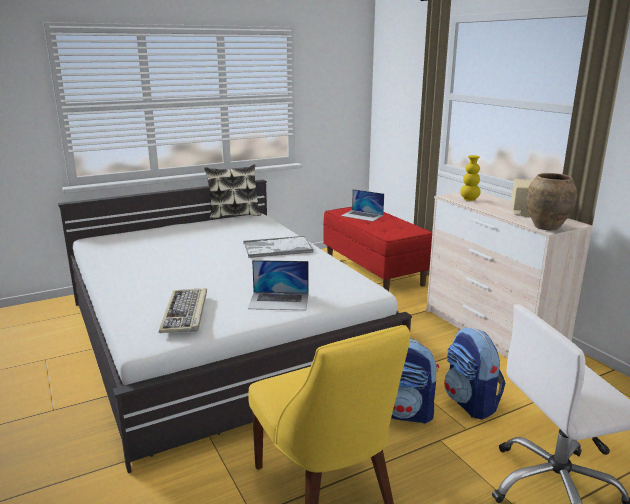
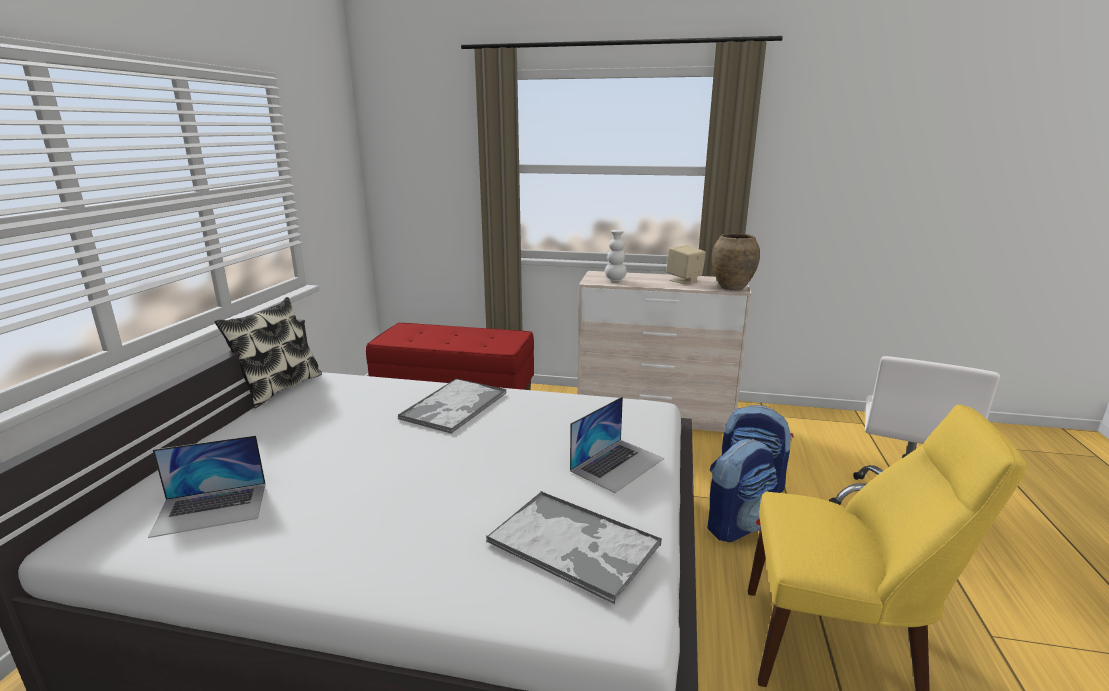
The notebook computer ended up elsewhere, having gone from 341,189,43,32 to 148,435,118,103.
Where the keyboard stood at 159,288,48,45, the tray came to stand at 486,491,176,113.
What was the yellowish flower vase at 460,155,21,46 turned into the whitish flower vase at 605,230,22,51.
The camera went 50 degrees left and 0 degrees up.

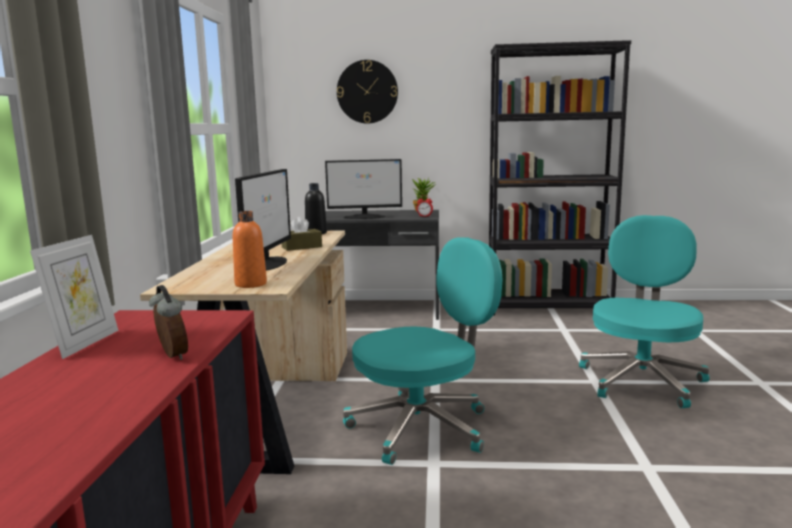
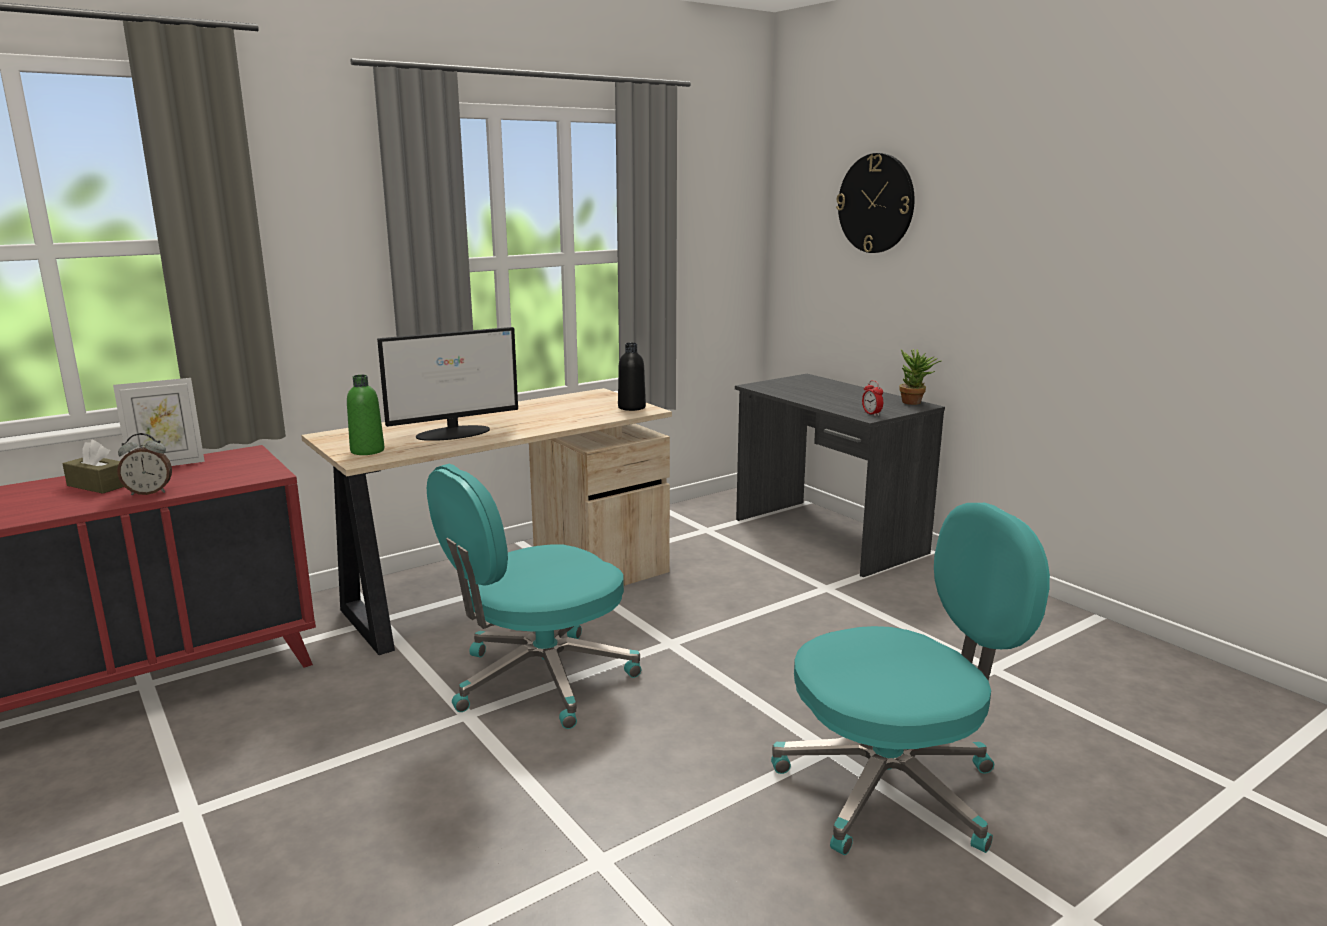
The second view lost the monitor at 325,159,77,60.
The second view lost the black-coloured bookcase at 489,40,142,275.
The brownish tissue box ended up elsewhere, having gone from 281,216,41,35 to 63,440,61,54.
What was the orange bottle at 233,211,34,77 turned into the green-coloured bottle at 347,375,37,80.
The alarm clock at 149,285,39,75 ended up facing another way, 60 degrees clockwise from before.
The turquoise office chair at 343,237,160,228 ended up facing another way, 120 degrees clockwise from before.
The camera went 50 degrees right and 5 degrees up.

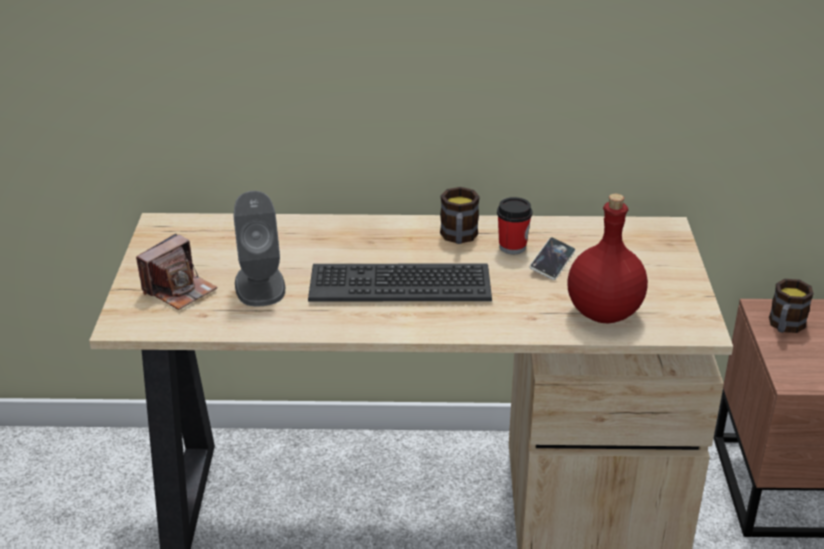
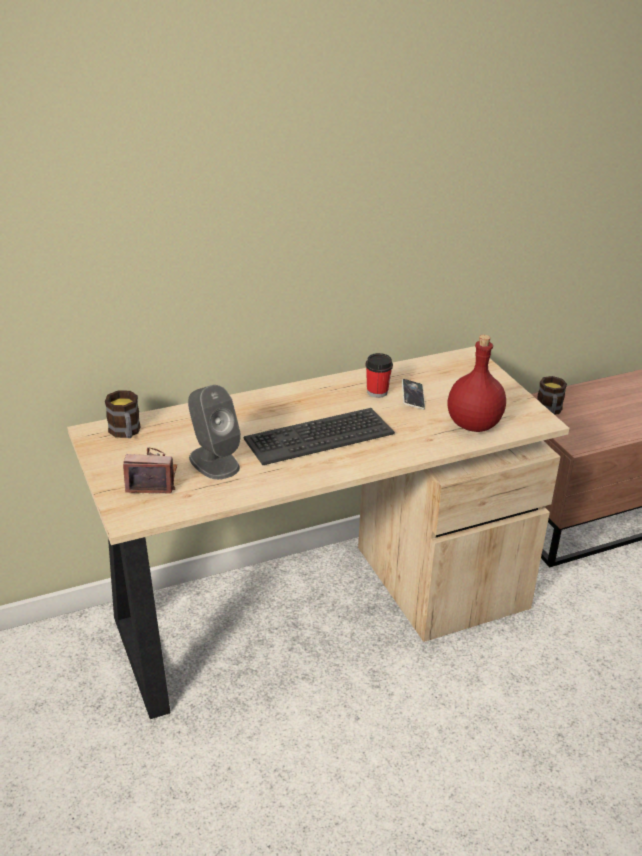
The coffee mug ended up elsewhere, having gone from 440,187,40,57 to 105,390,36,48.
The photo camera at 136,234,81,76 ended up facing another way, 105 degrees counterclockwise from before.
The camera went 25 degrees left and 0 degrees up.

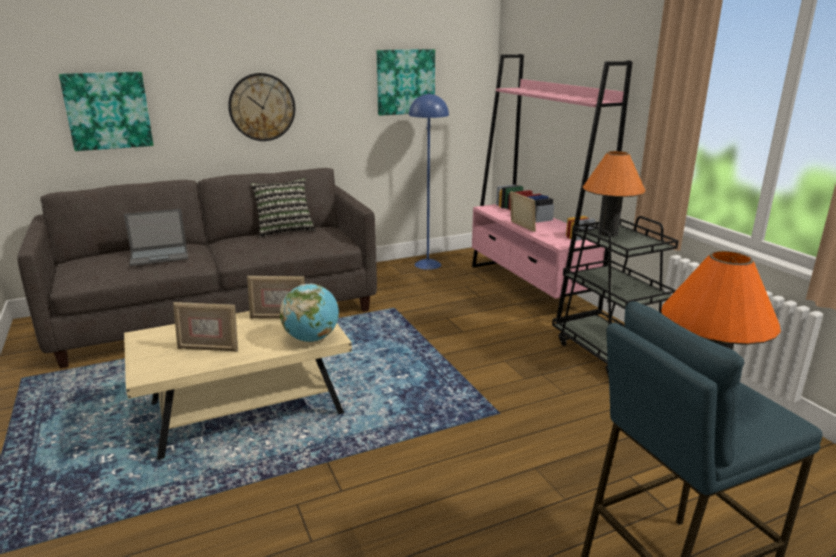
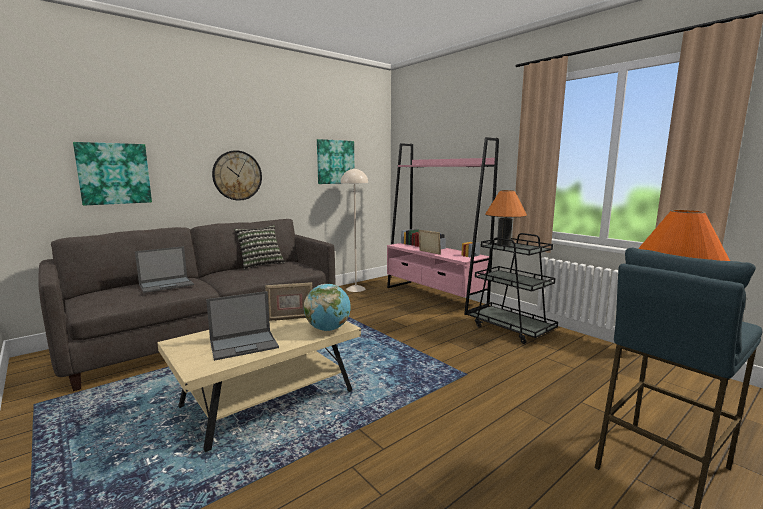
Where the picture frame stood at 173,302,65,50, the notebook computer came to stand at 206,291,73,70.
What was the bluish standing lamp at 409,93,40,177 turned into the beige standing lamp at 341,168,27,124.
The camera went 15 degrees left and 10 degrees down.

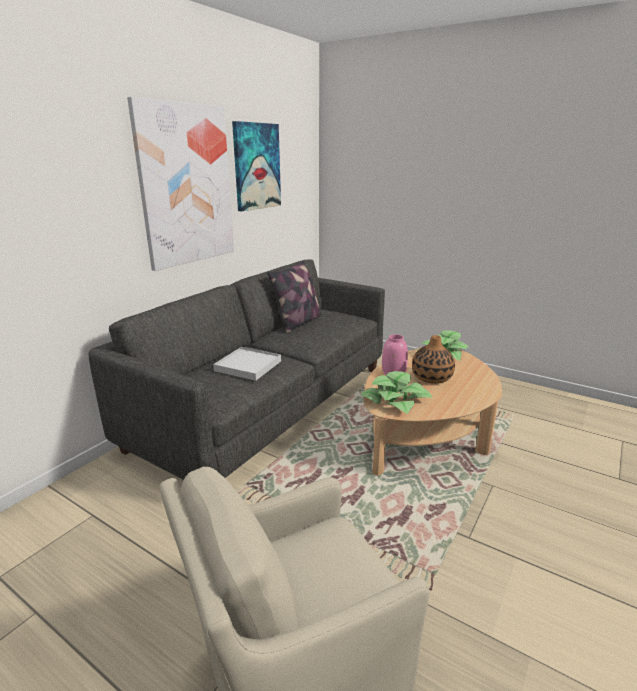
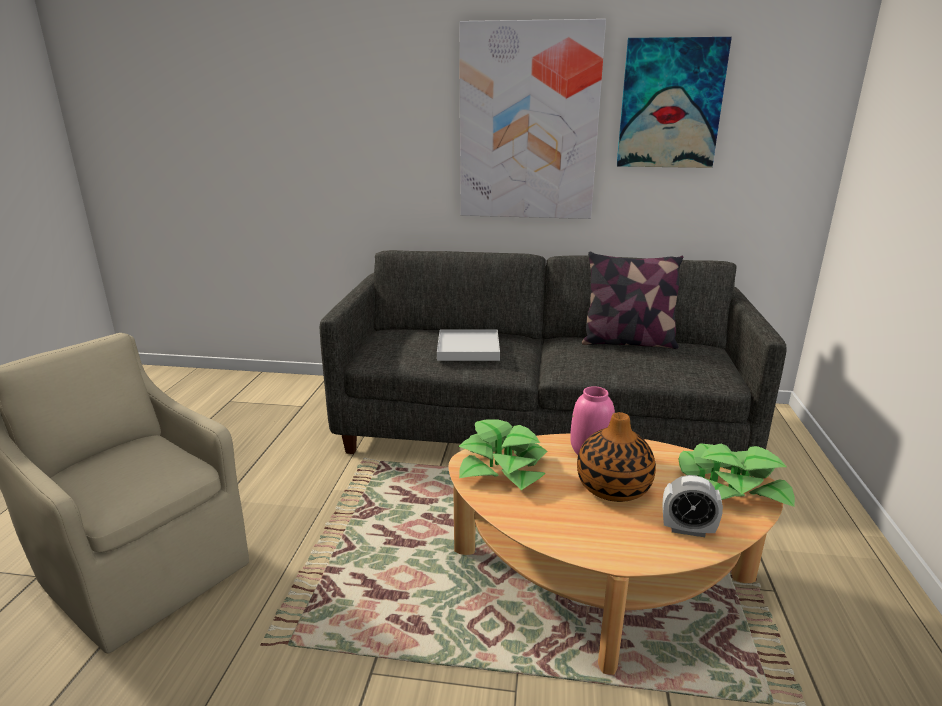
The second view gained the alarm clock at 663,475,60,62.
The camera went 65 degrees right and 0 degrees up.

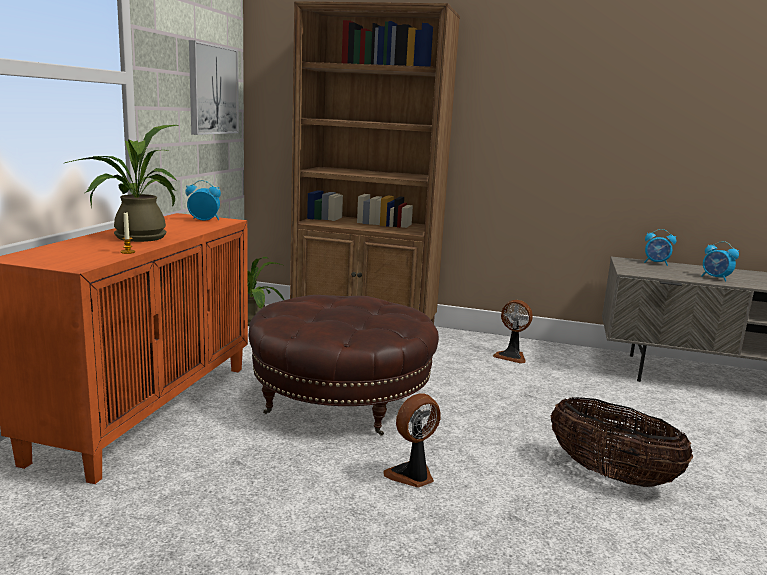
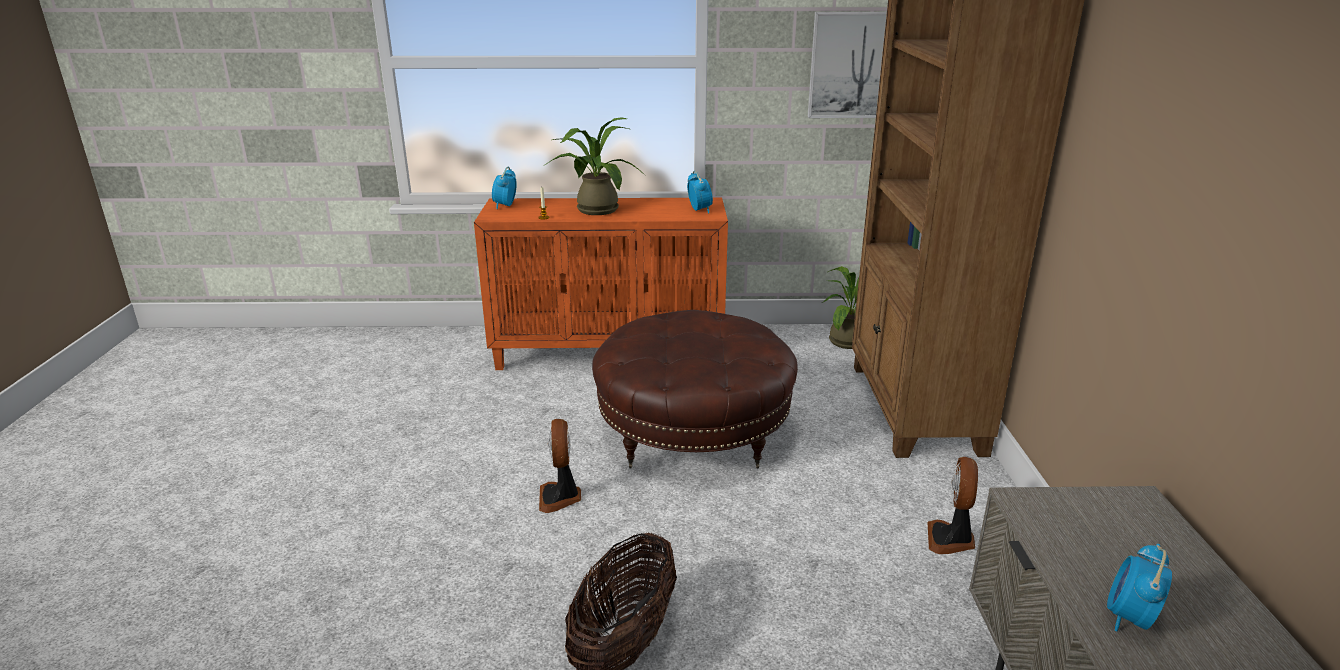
The alarm clock ended up elsewhere, having gone from 644,229,32,37 to 492,167,25,42.
The cooling fan at 383,393,58,94 ended up facing another way, 135 degrees counterclockwise from before.
The camera went 75 degrees right and 10 degrees up.

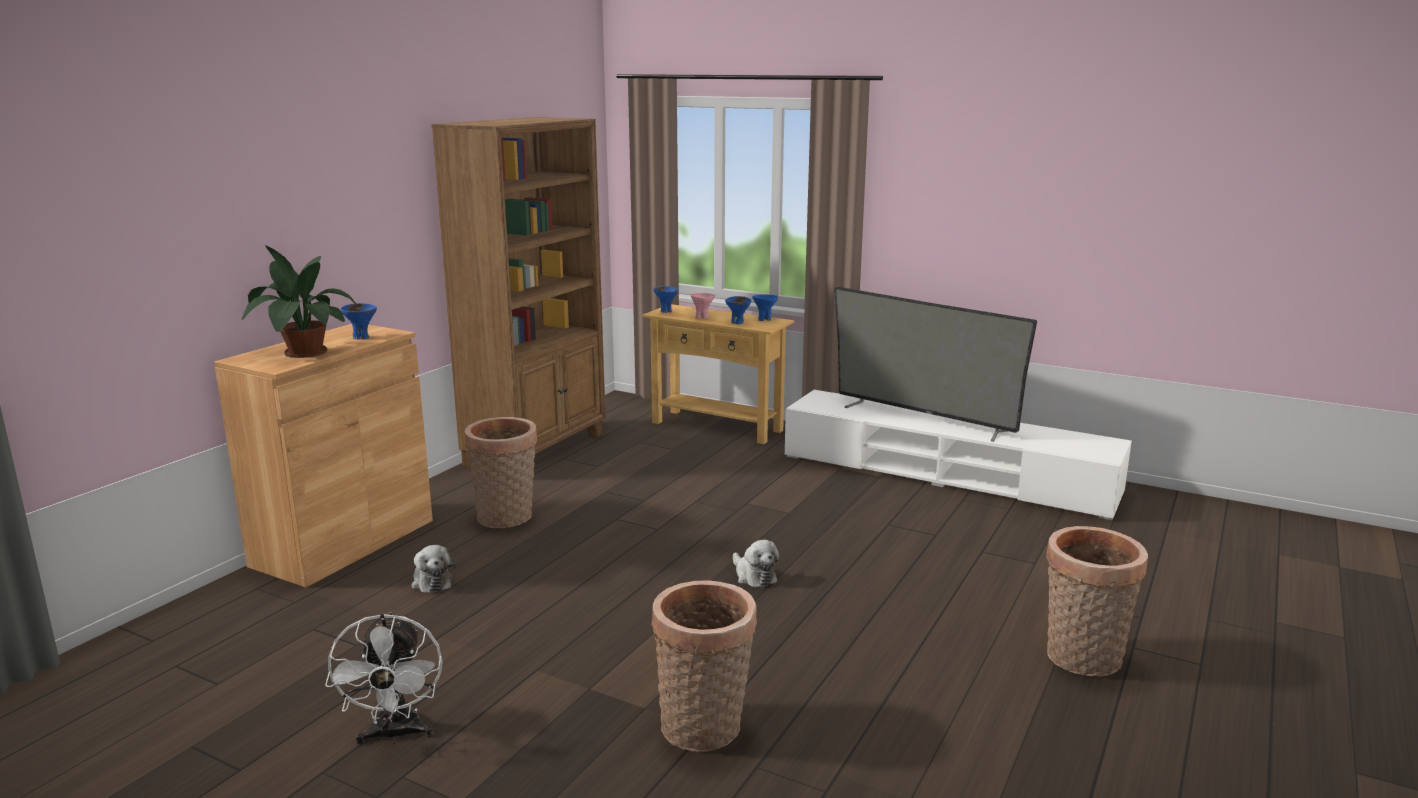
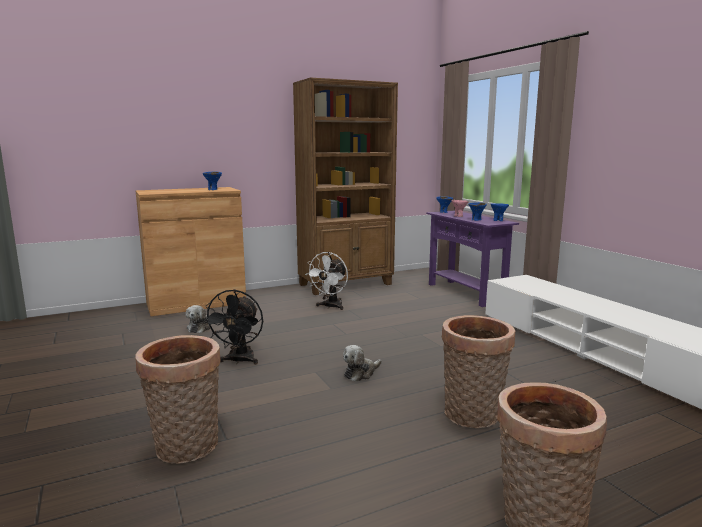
The second view lost the potted plant at 242,245,117,113.
The second view lost the TV set at 834,287,203,155.
The second view gained the black-coloured cooling fan at 202,289,61,75.
The whitish cooling fan ended up elsewhere, having gone from 325,612,118,133 to 305,252,43,58.
The storage basket ended up elsewhere, having gone from 465,417,72,111 to 442,315,73,113.
What was the beige narrow table at 642,304,152,140 turned into the purple narrow table at 426,210,93,97.
The soft toy at 733,540,46,48 ended up facing another way, 45 degrees clockwise from before.
The camera went 35 degrees right and 5 degrees down.

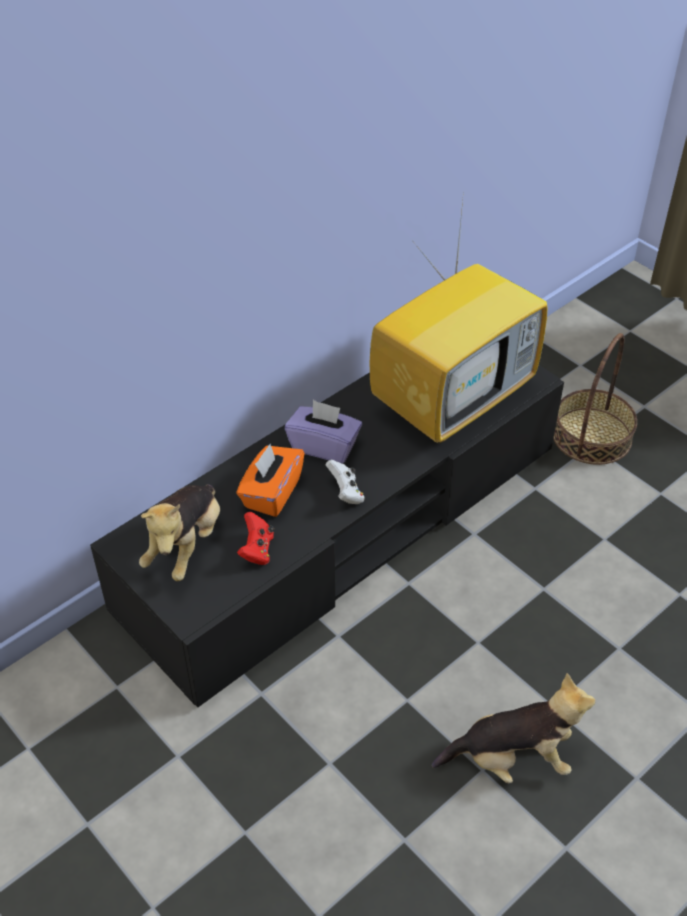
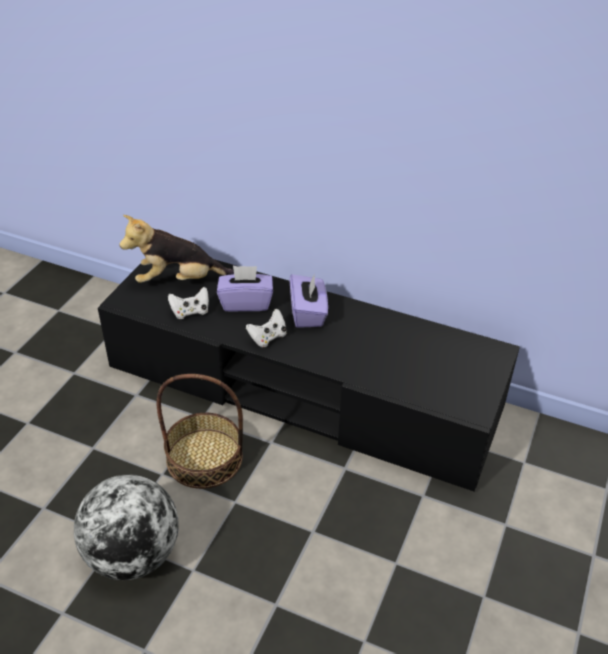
The second view lost the TV set at 370,201,177,242.
The storage basket ended up elsewhere, having gone from 553,333,84,132 to 156,374,87,115.
Where the soft toy stood at 432,673,163,110, the globe came to stand at 74,474,105,106.
What was the orange tissue box at 236,444,68,73 turned into the purple tissue box at 217,266,56,46.
What was the red joypad at 237,512,37,53 turned into the whitish joypad at 168,287,41,32.
The camera went 65 degrees right and 5 degrees down.

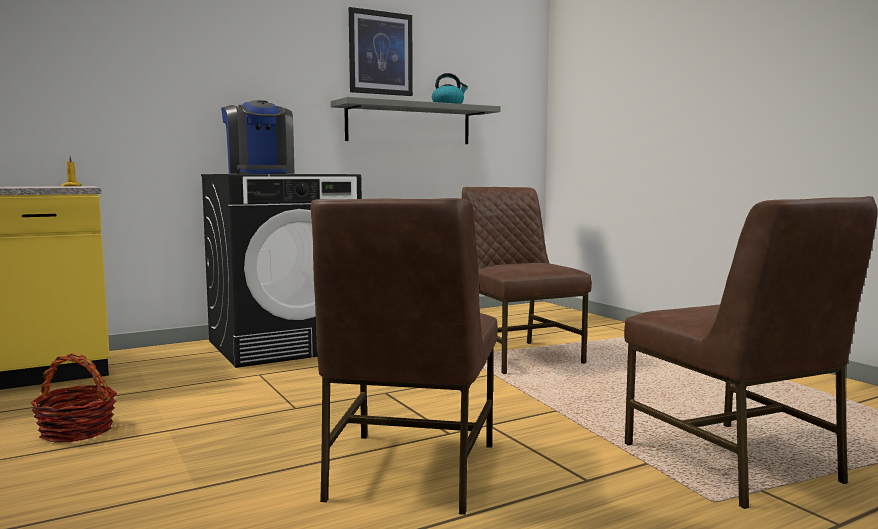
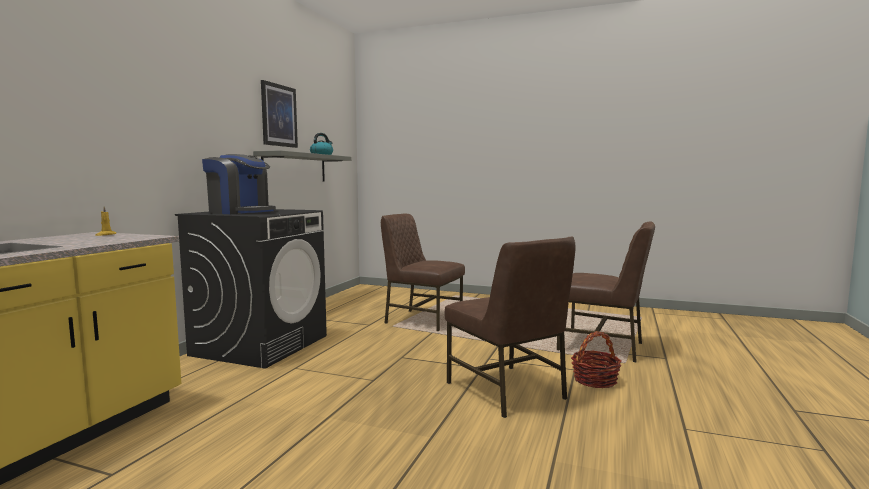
The storage basket ended up elsewhere, having gone from 30,353,87,90 to 571,331,50,57.
The camera went 40 degrees left and 0 degrees up.

